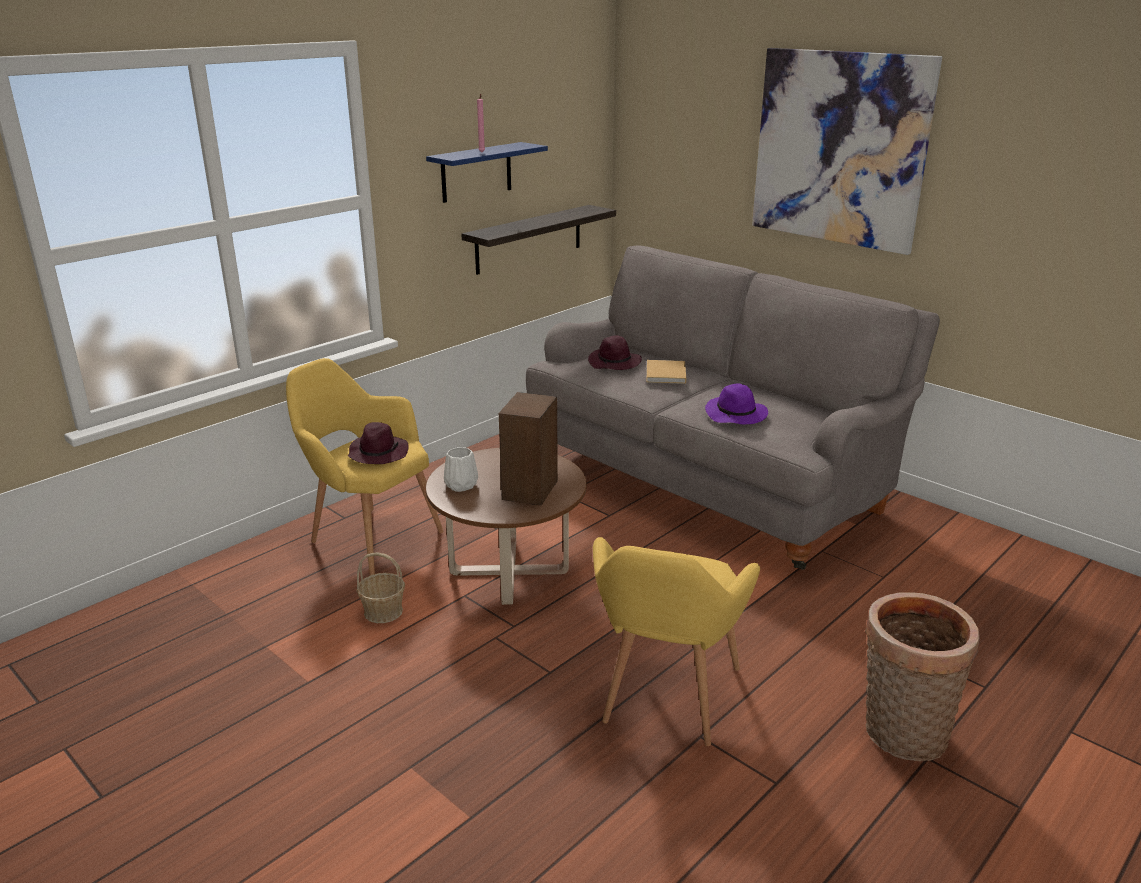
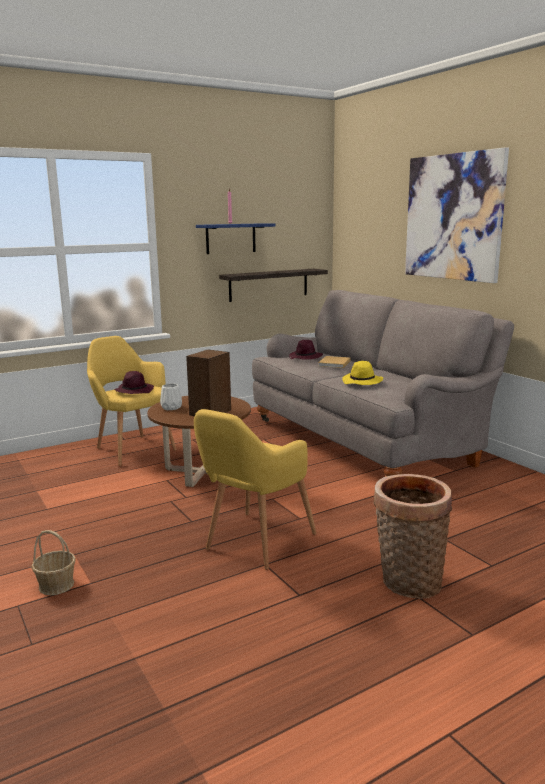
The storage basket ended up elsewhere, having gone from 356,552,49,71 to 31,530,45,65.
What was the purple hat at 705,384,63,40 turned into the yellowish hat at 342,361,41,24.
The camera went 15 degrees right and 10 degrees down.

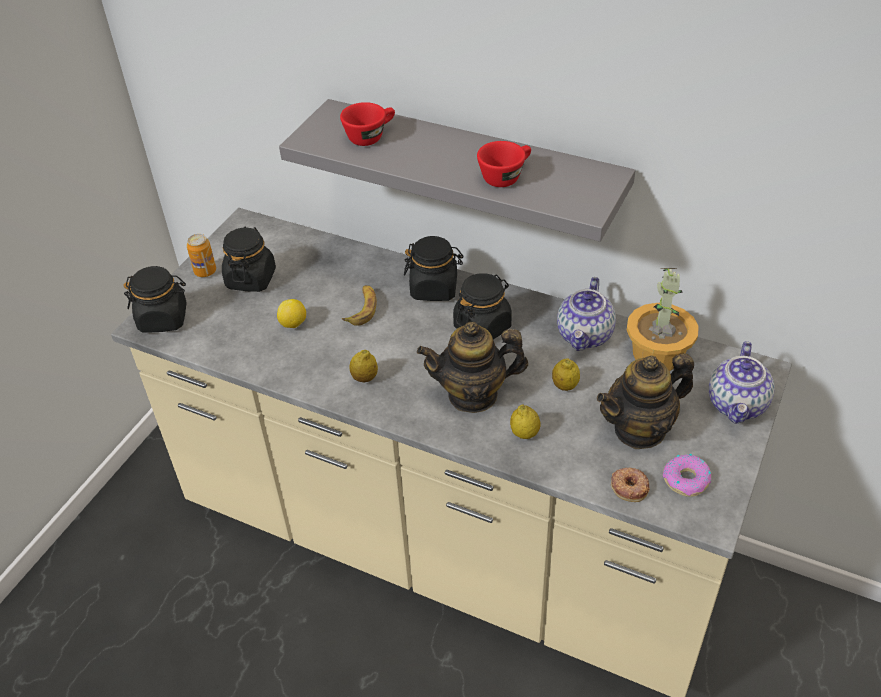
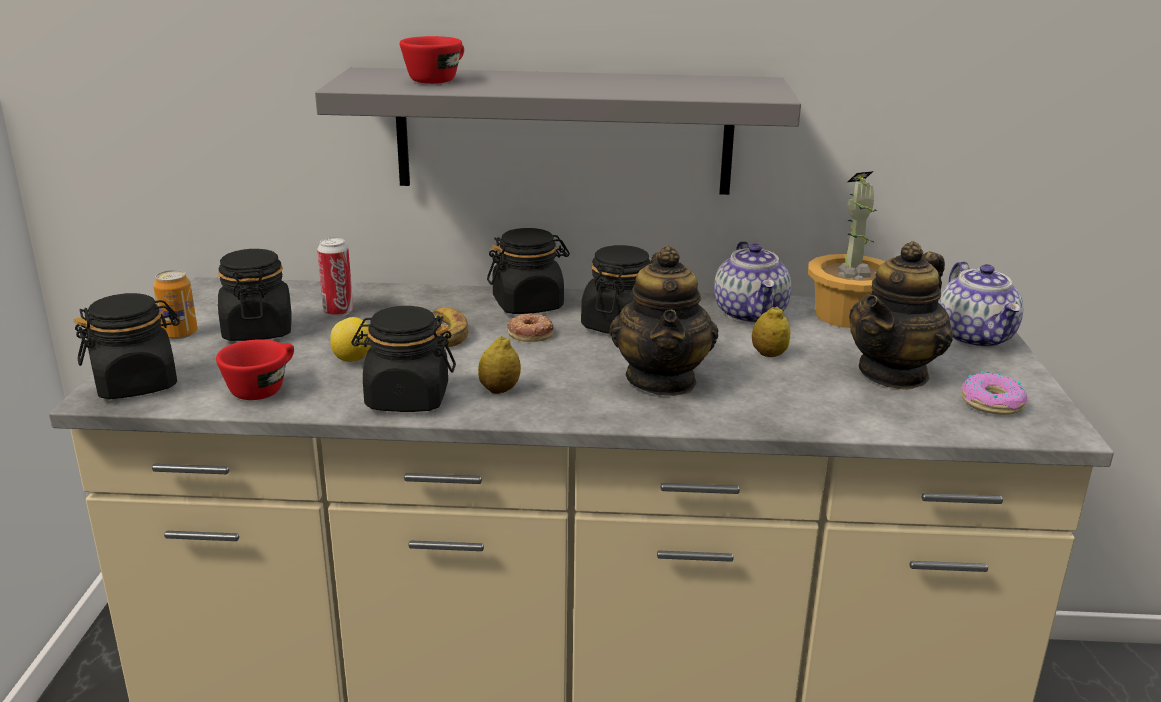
The second view lost the citrus fruit at 510,404,31,35.
The second view gained the metal can at 317,237,36,80.
The second view gained the black-coloured preserve jar at 351,306,105,106.
The red drinking cup ended up elsewhere, having gone from 477,141,54,46 to 216,339,78,61.
The ring doughnut ended up elsewhere, having gone from 611,468,39,34 to 507,314,47,28.
The teapot at 417,322,111,91 ended up facing another way, 60 degrees counterclockwise from before.
The camera went 25 degrees left and 20 degrees down.

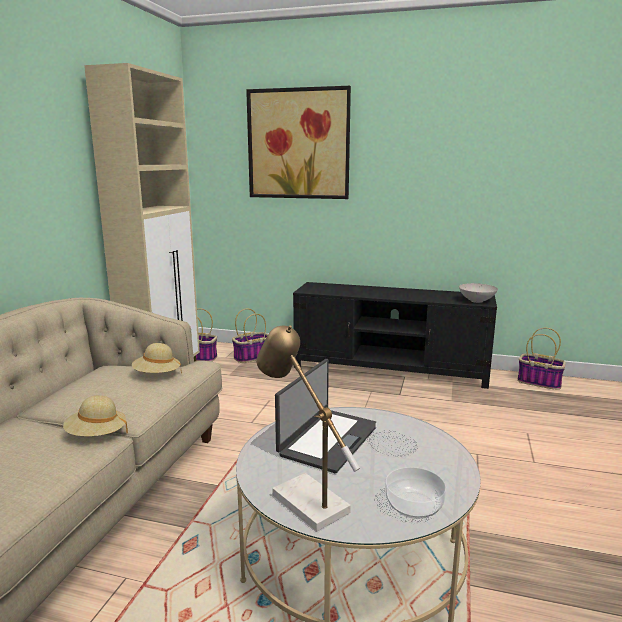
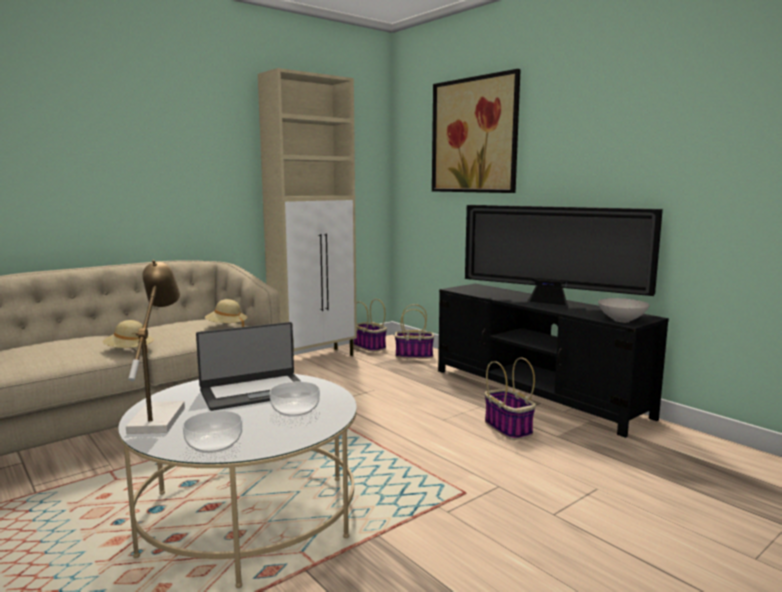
The second view gained the TV set at 465,205,198,102.
The storage basket ended up elsewhere, having gone from 517,328,49,62 to 485,358,51,82.
The camera went 35 degrees right and 5 degrees down.

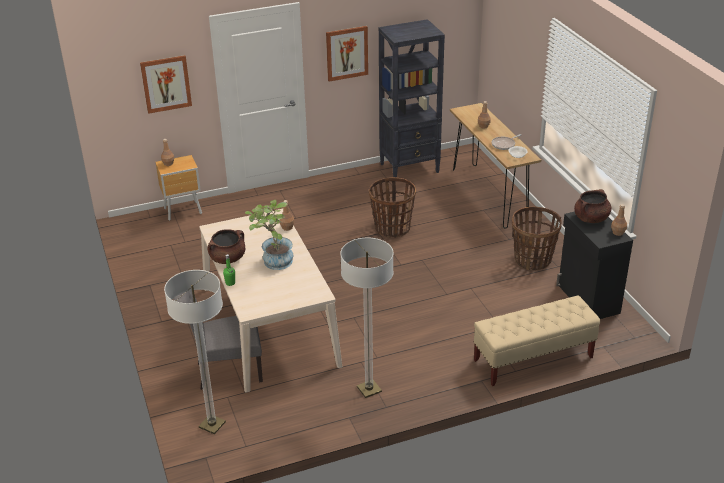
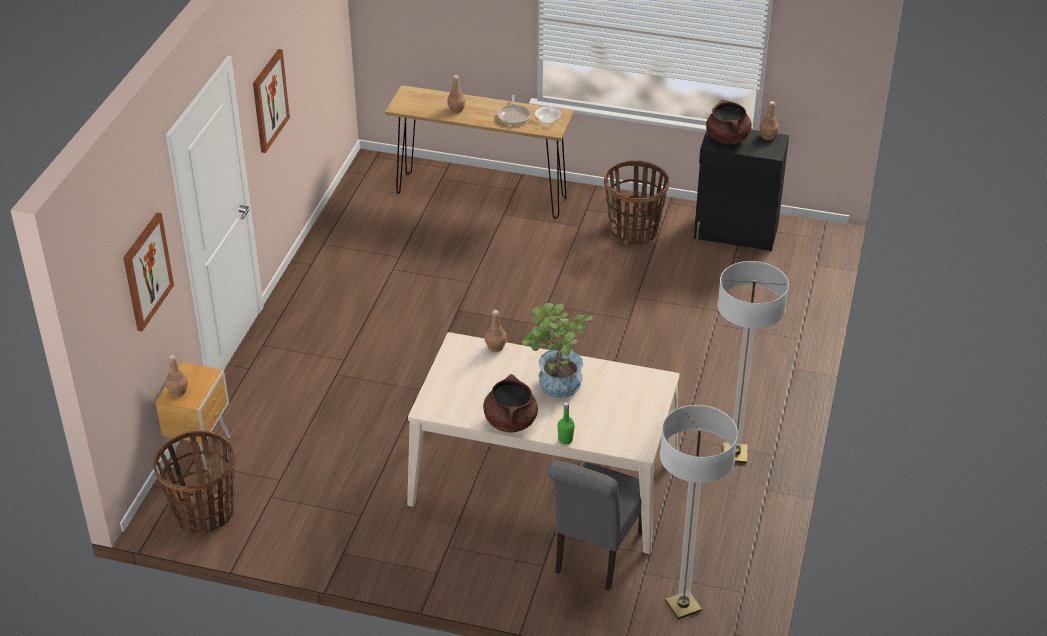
The second view lost the black-coloured bookcase at 379,19,66,163.
The second view lost the beige long seat at 474,295,126,91.
The storage basket ended up elsewhere, having gone from 369,177,47,61 to 153,431,82,103.
The camera went 55 degrees left and 5 degrees up.

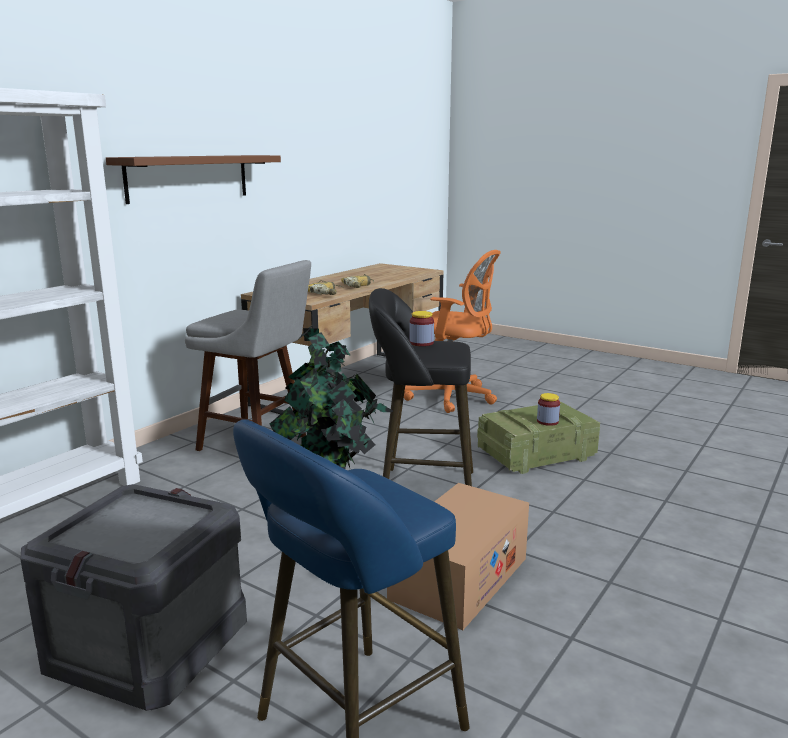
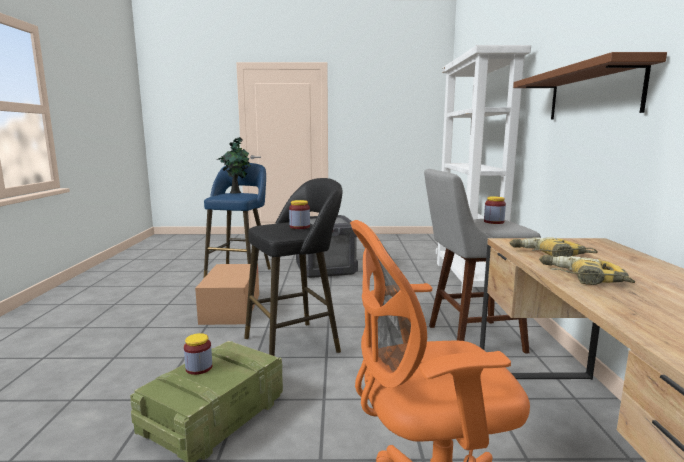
The second view gained the preserve jar at 484,196,22,28.
The camera went 145 degrees right and 5 degrees down.

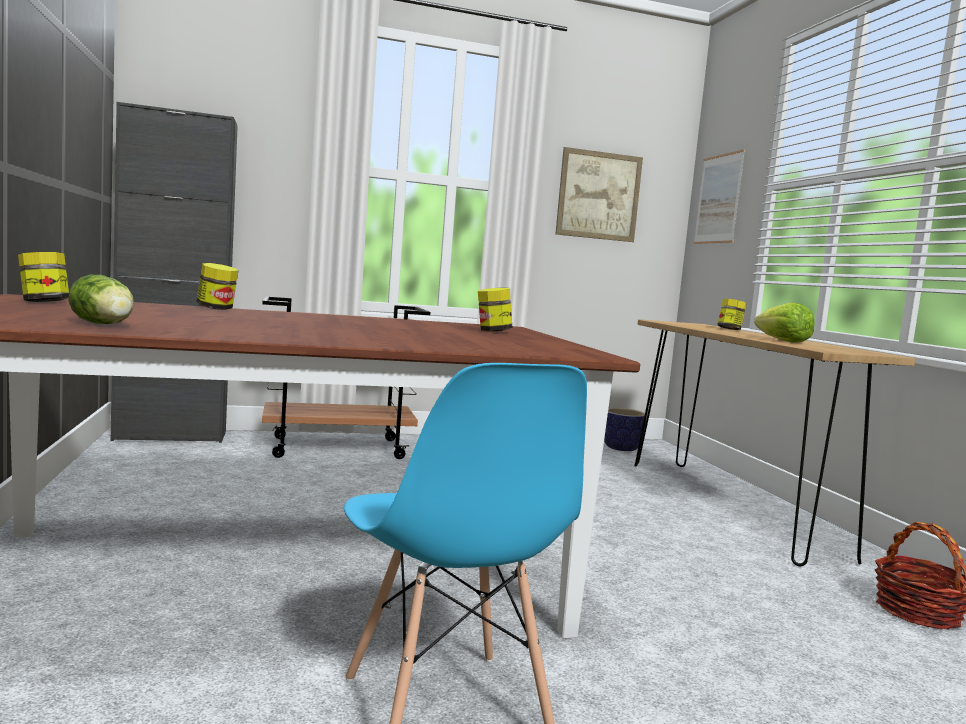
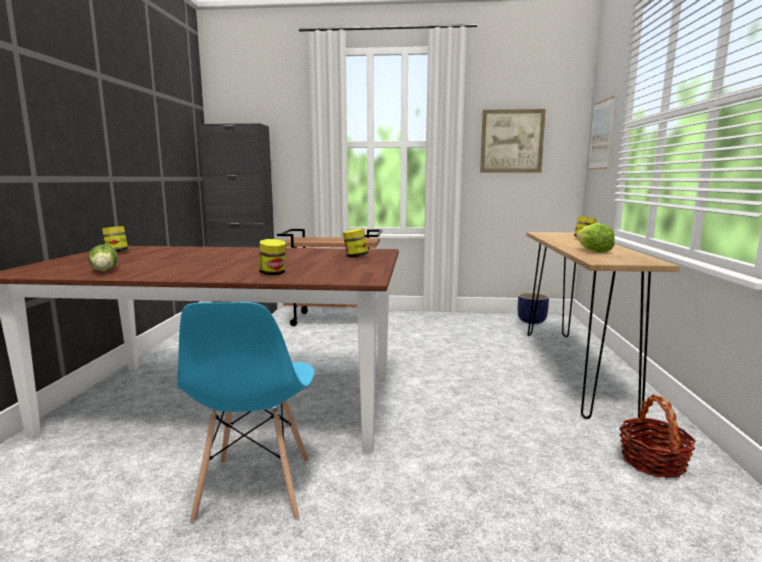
The preserve jar ended up elsewhere, having gone from 196,263,42,47 to 259,239,27,36.
The camera went 20 degrees right and 5 degrees up.

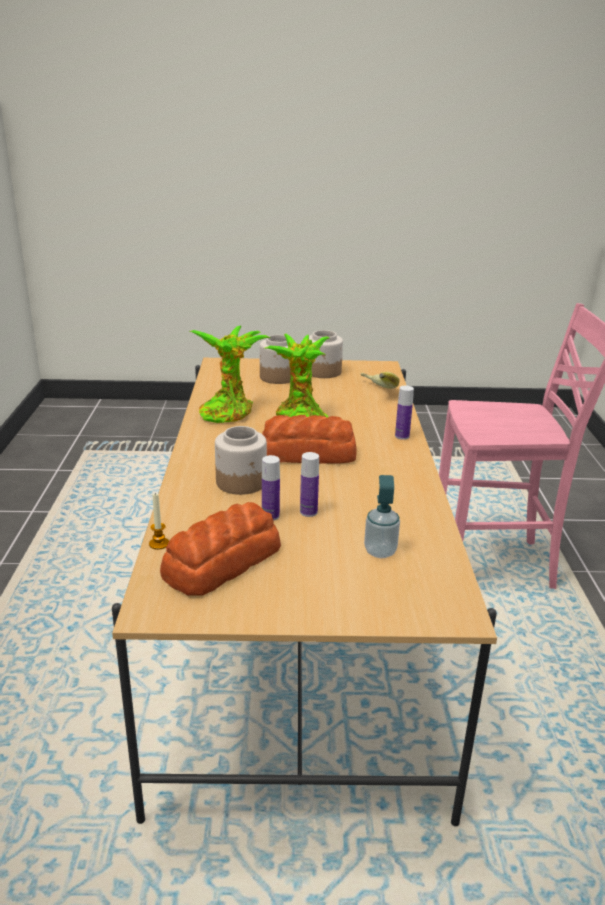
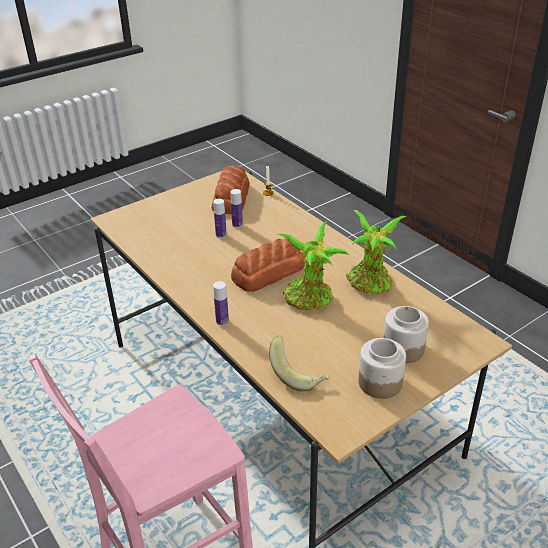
The second view lost the preserve jar at 215,426,52,69.
The second view lost the liquid soap bottle at 364,475,36,83.
The camera went 145 degrees right and 10 degrees up.

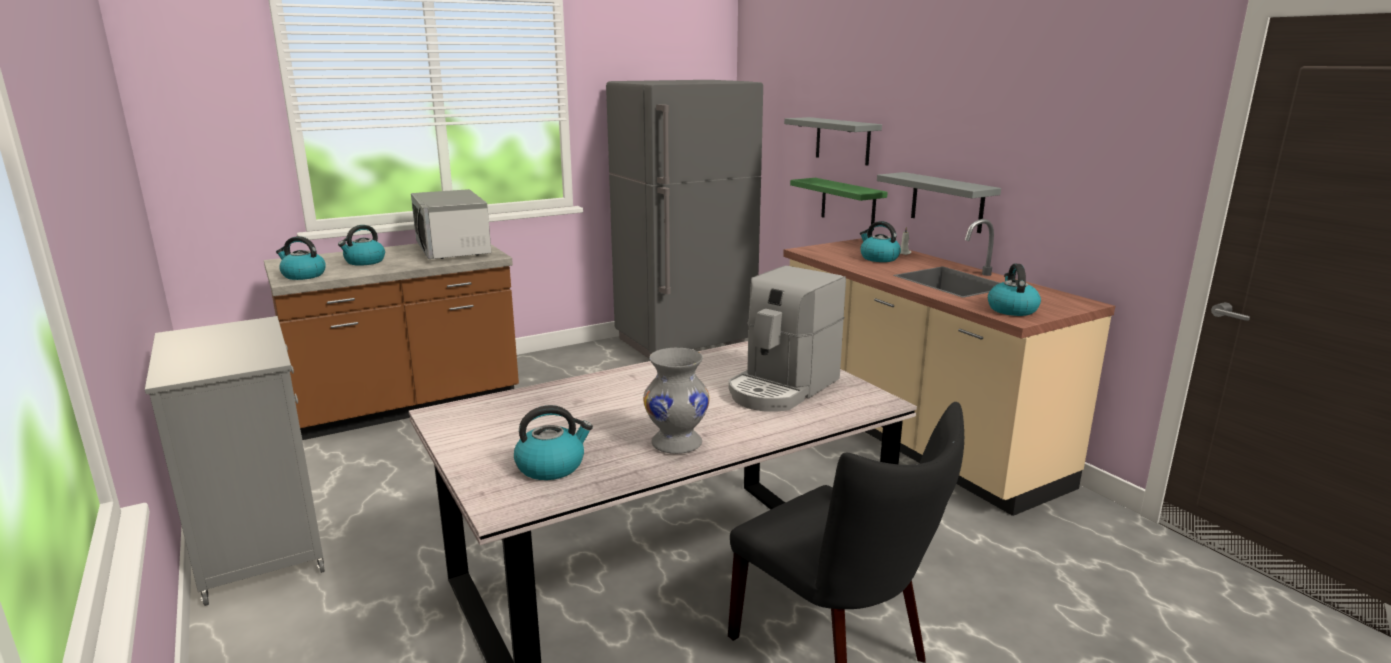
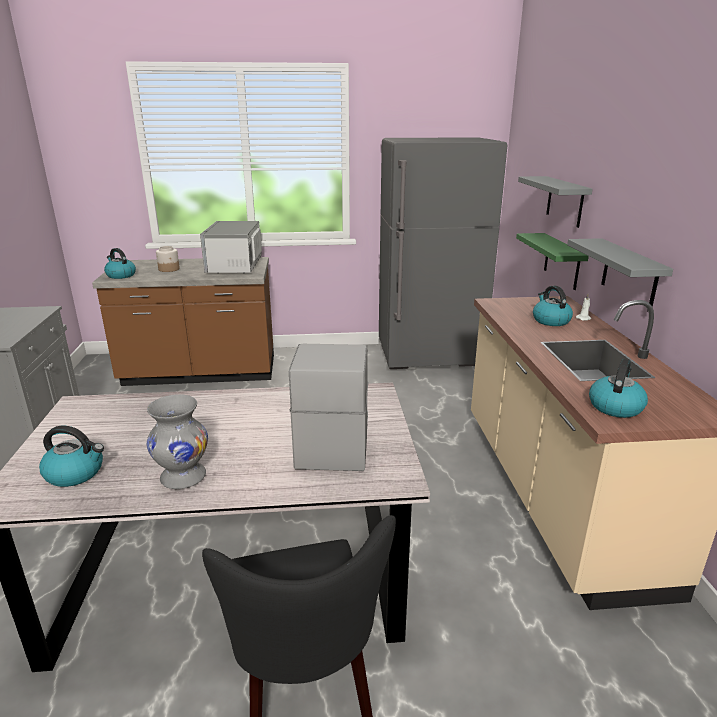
Where the kettle stood at 338,225,47,41, the preserve jar came to stand at 156,246,24,26.
The coffee machine at 728,266,118,146 ended up facing another way, 120 degrees clockwise from before.
The camera went 25 degrees right and 5 degrees up.

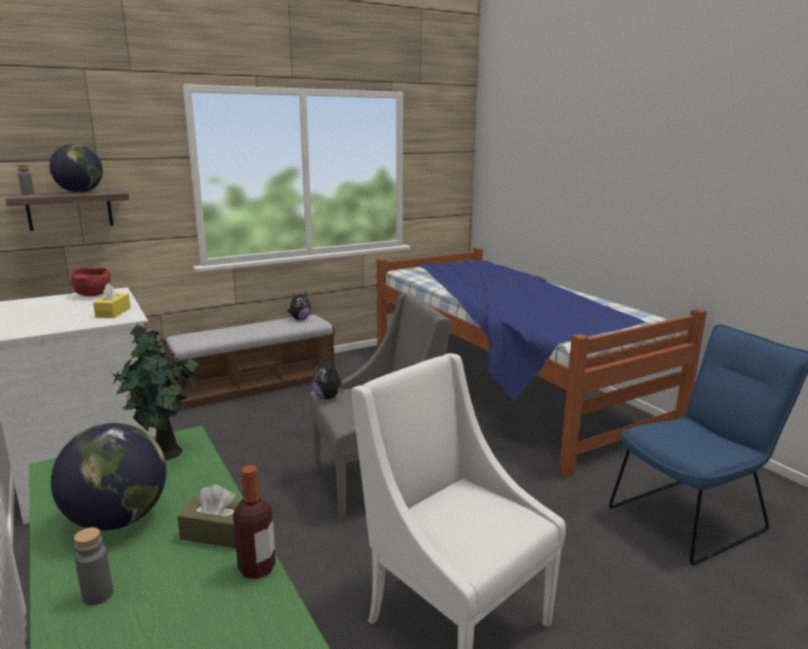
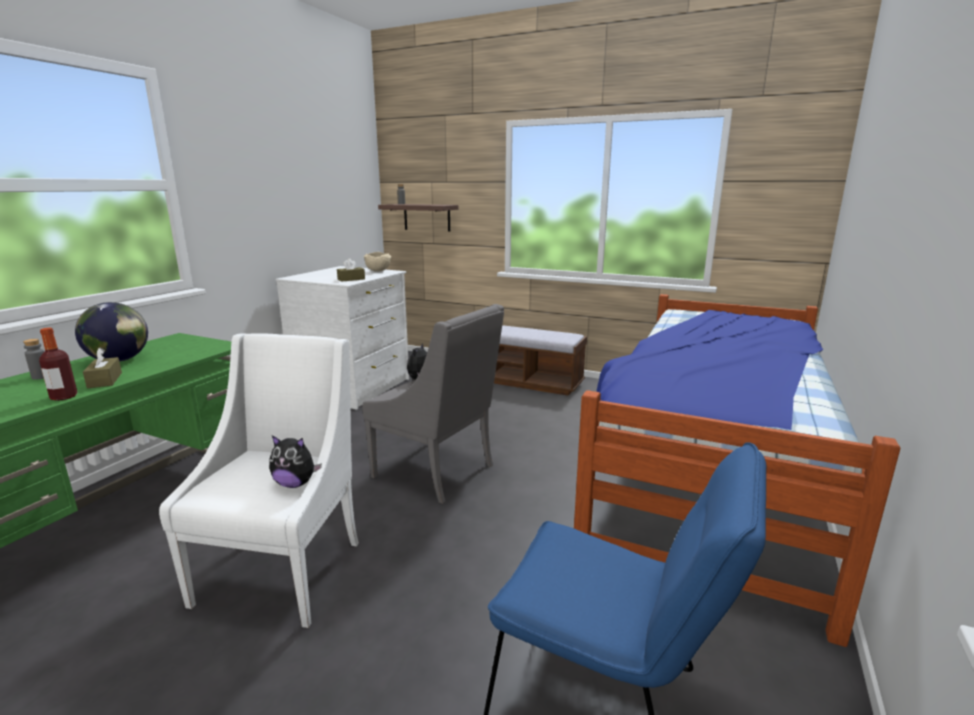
The second view lost the globe at 49,144,54,49.
The second view lost the potted plant at 111,325,88,135.
The soft toy ended up elsewhere, having gone from 287,291,24,29 to 269,436,53,52.
What was the red bowl at 71,268,40,29 turned into the beige bowl at 364,252,27,20.
What was the yellowish tissue box at 93,284,38,34 turned into the brownish tissue box at 337,258,28,23.
The camera went 55 degrees right and 0 degrees up.

